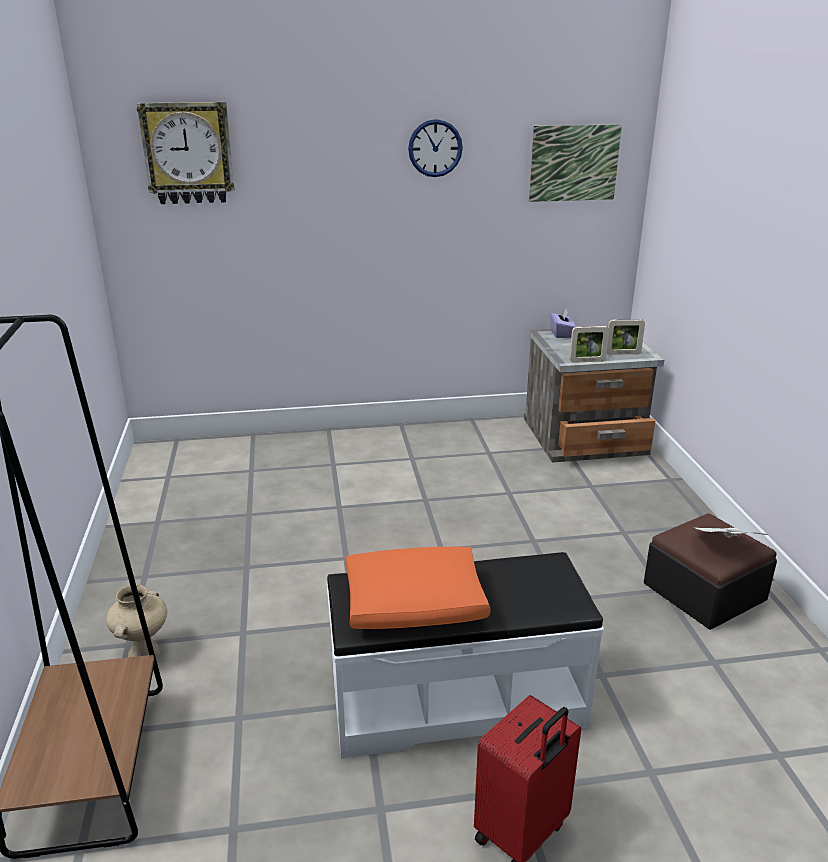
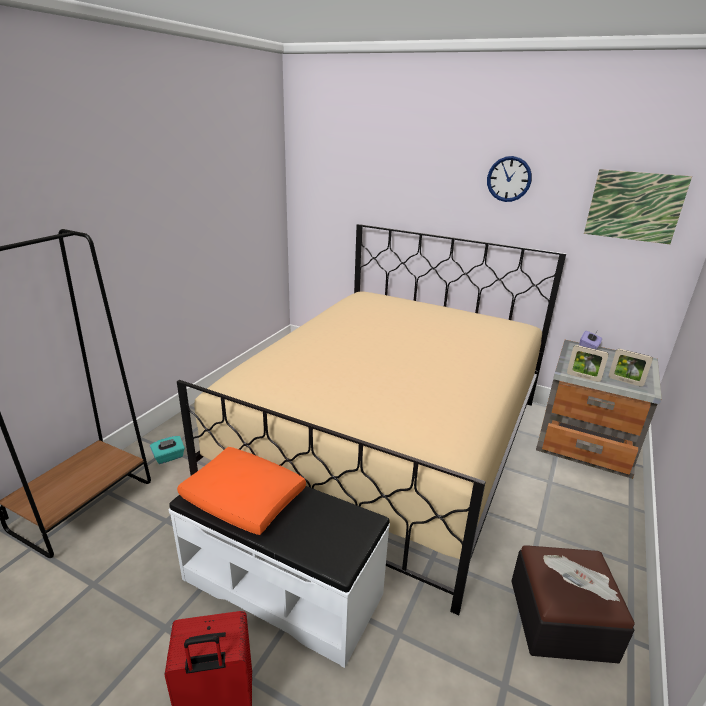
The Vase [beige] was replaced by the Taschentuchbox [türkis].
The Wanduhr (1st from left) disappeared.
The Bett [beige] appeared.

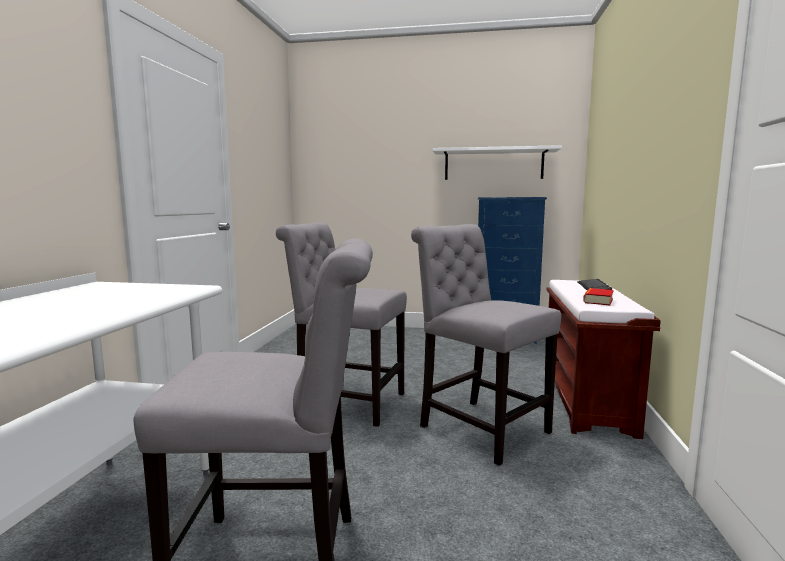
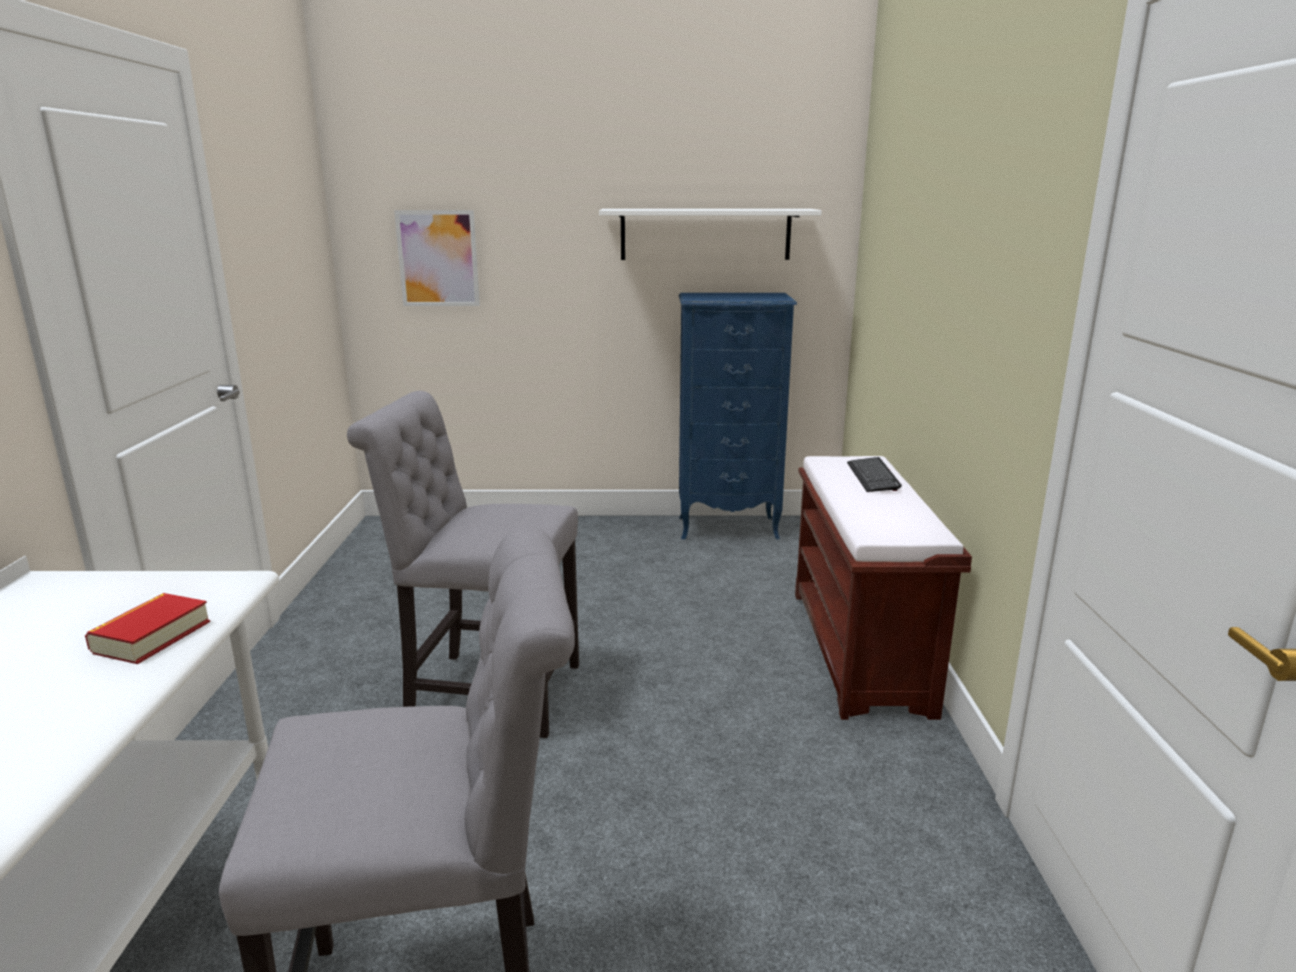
The Stuhl [grau] (3rd from left) disappeared.
The Buch moved.
The Bild appeared.

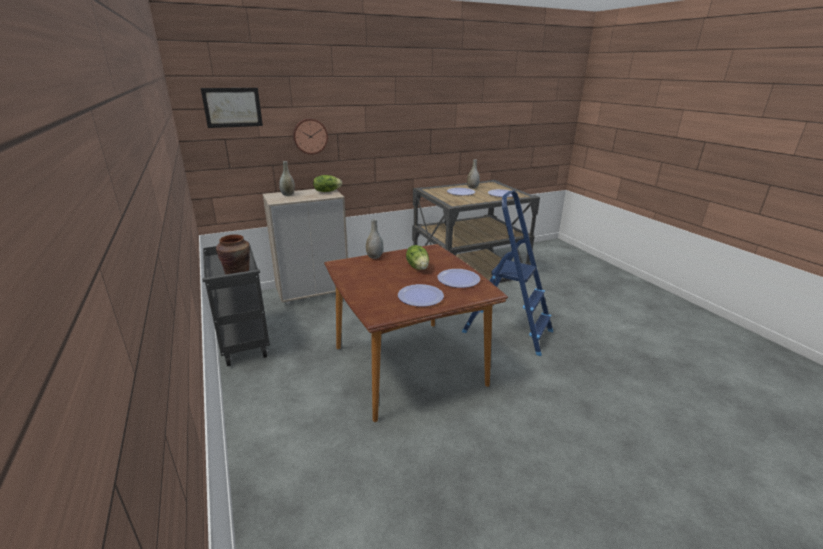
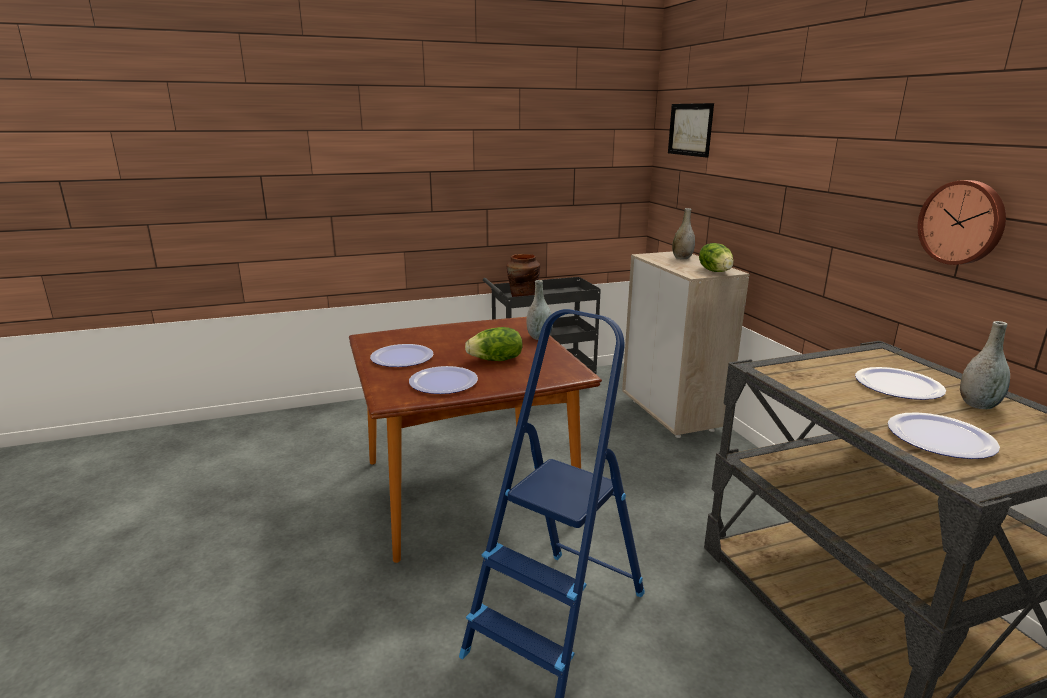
The Wanduhr moved.

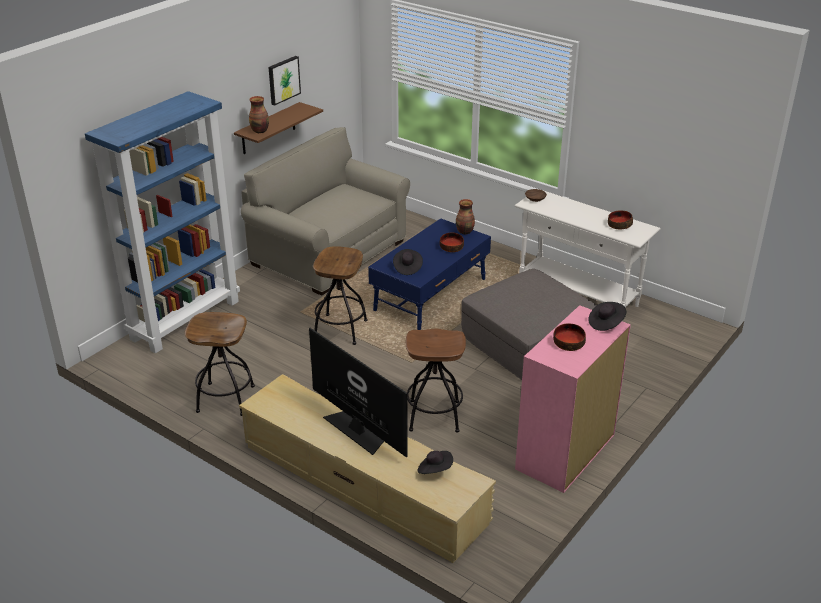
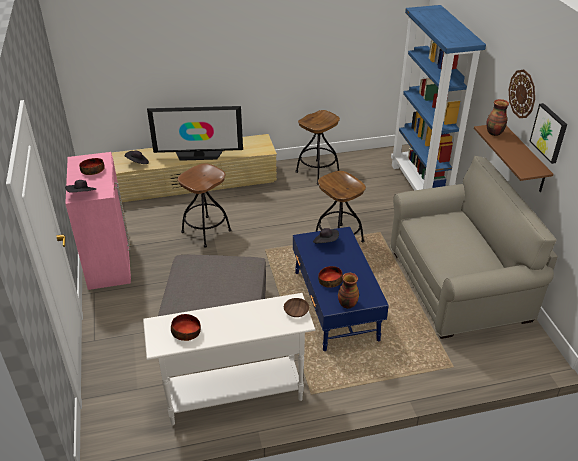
The Wanduhr appeared.

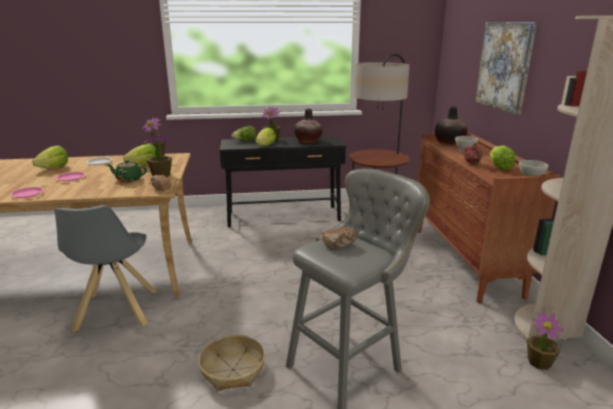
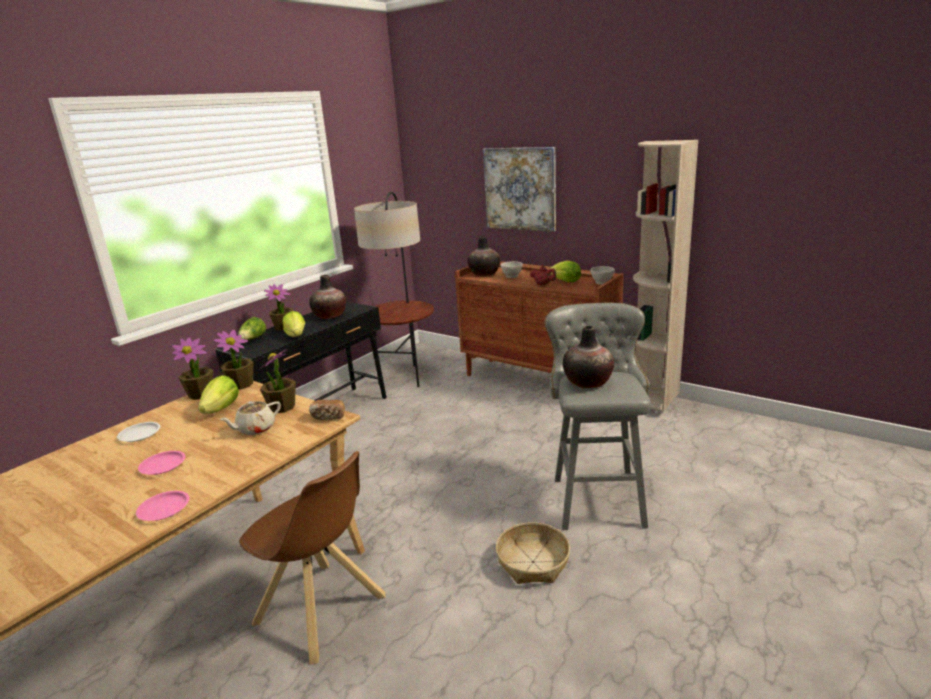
The Salatkopf (1st from left) disappeared.
The Stuhl [grau] became the Stuhl [braun].
The Teekanne [grün] became the Teekanne [beige].
The Brot (2nd from left) was replaced by the Vase (3rd from left).
The Topfpflanze (4th from left in the first image) moved.

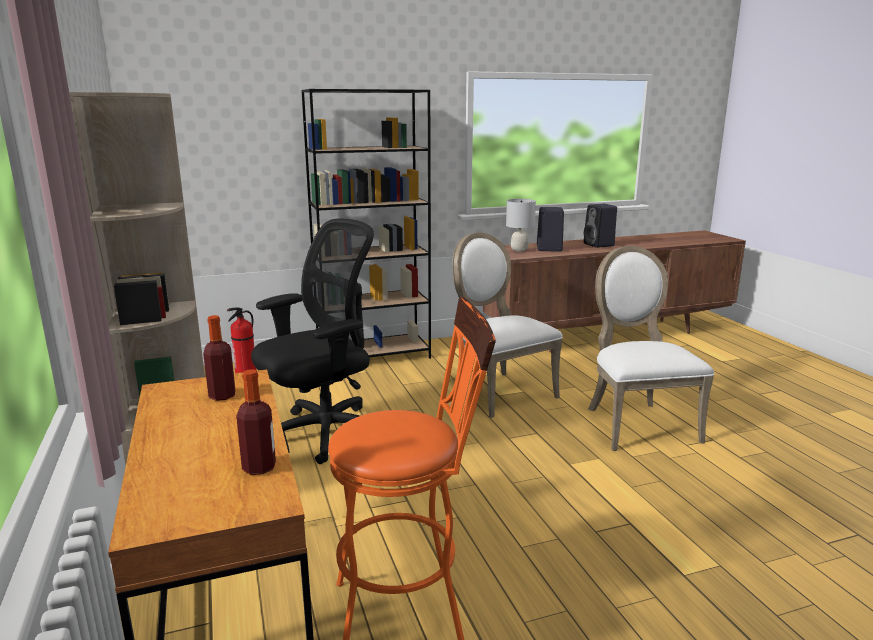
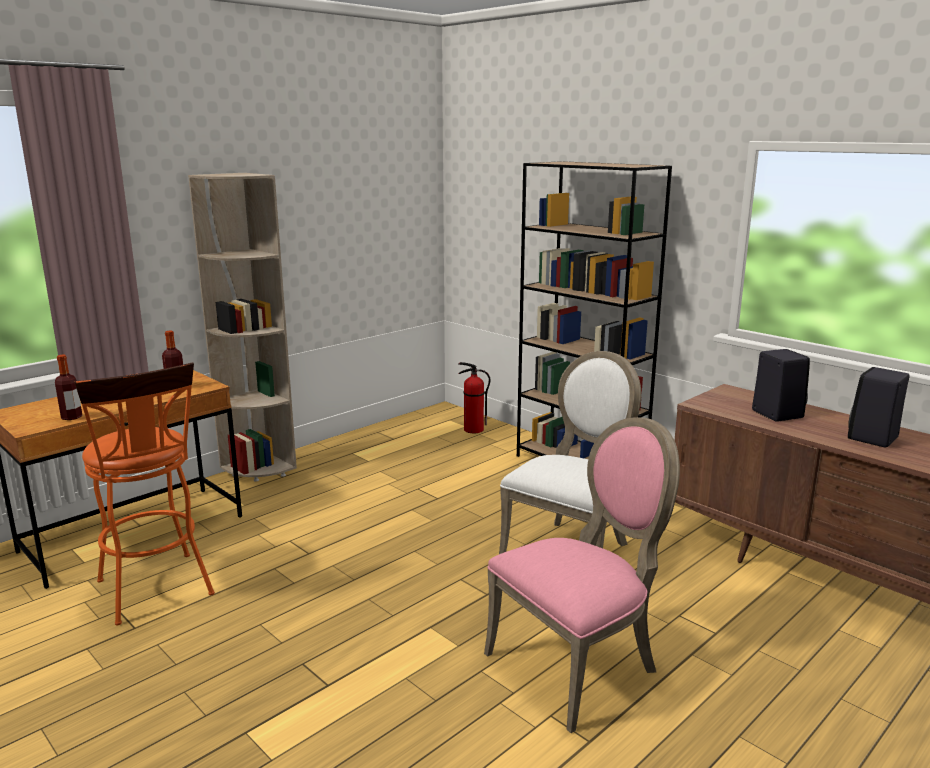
The Bürostuhl [schwarz] disappeared.
The Tischlampe [grau] disappeared.
The Stuhl [weiß] (2nd from left) became the Stuhl [rosa].

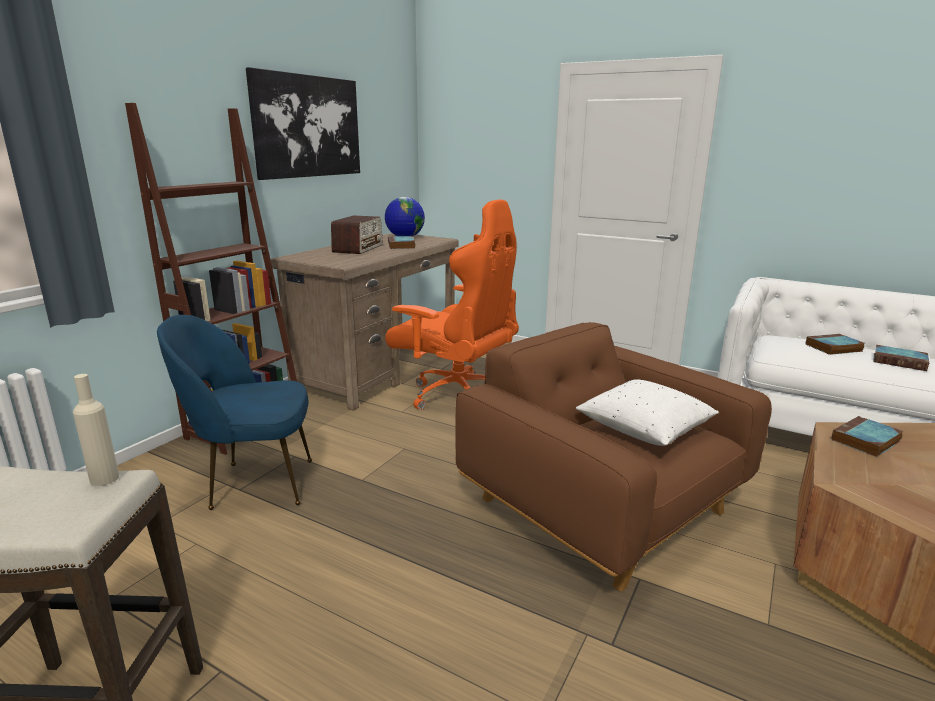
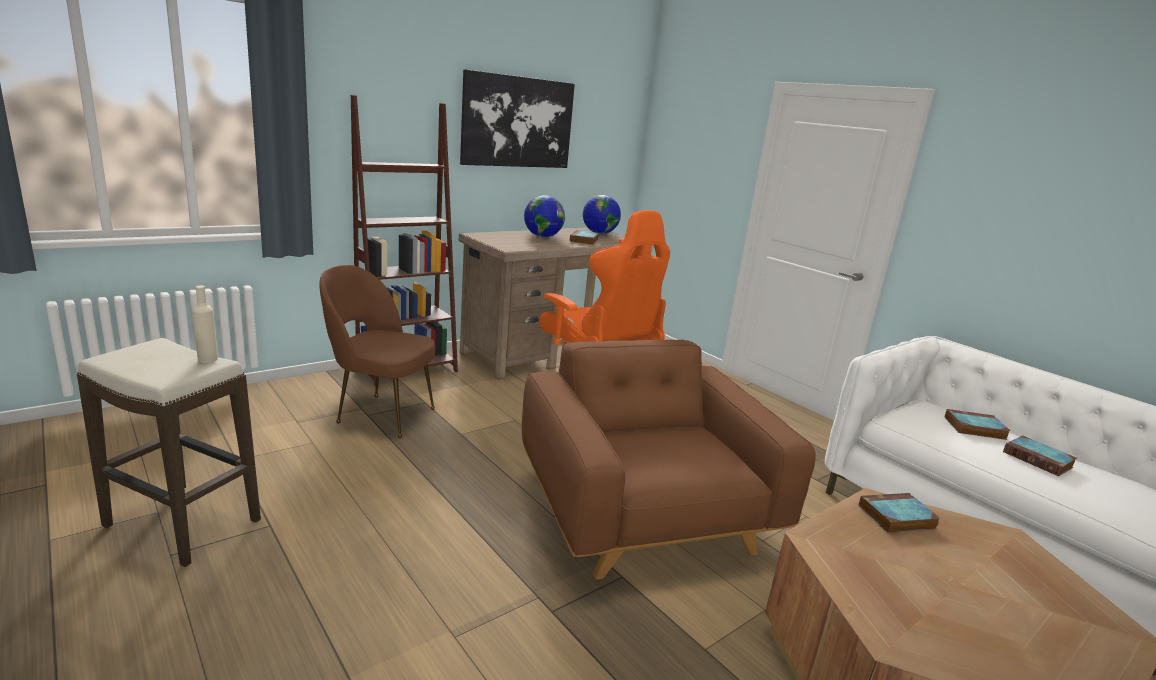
The Stuhl [blau] became the Stuhl [braun].
The Radio was replaced by the Globus (1st from left).
The Kissen [weiß] disappeared.

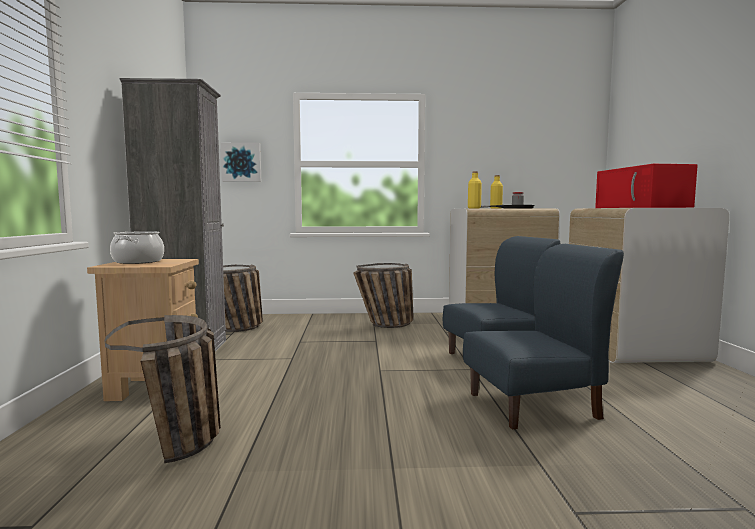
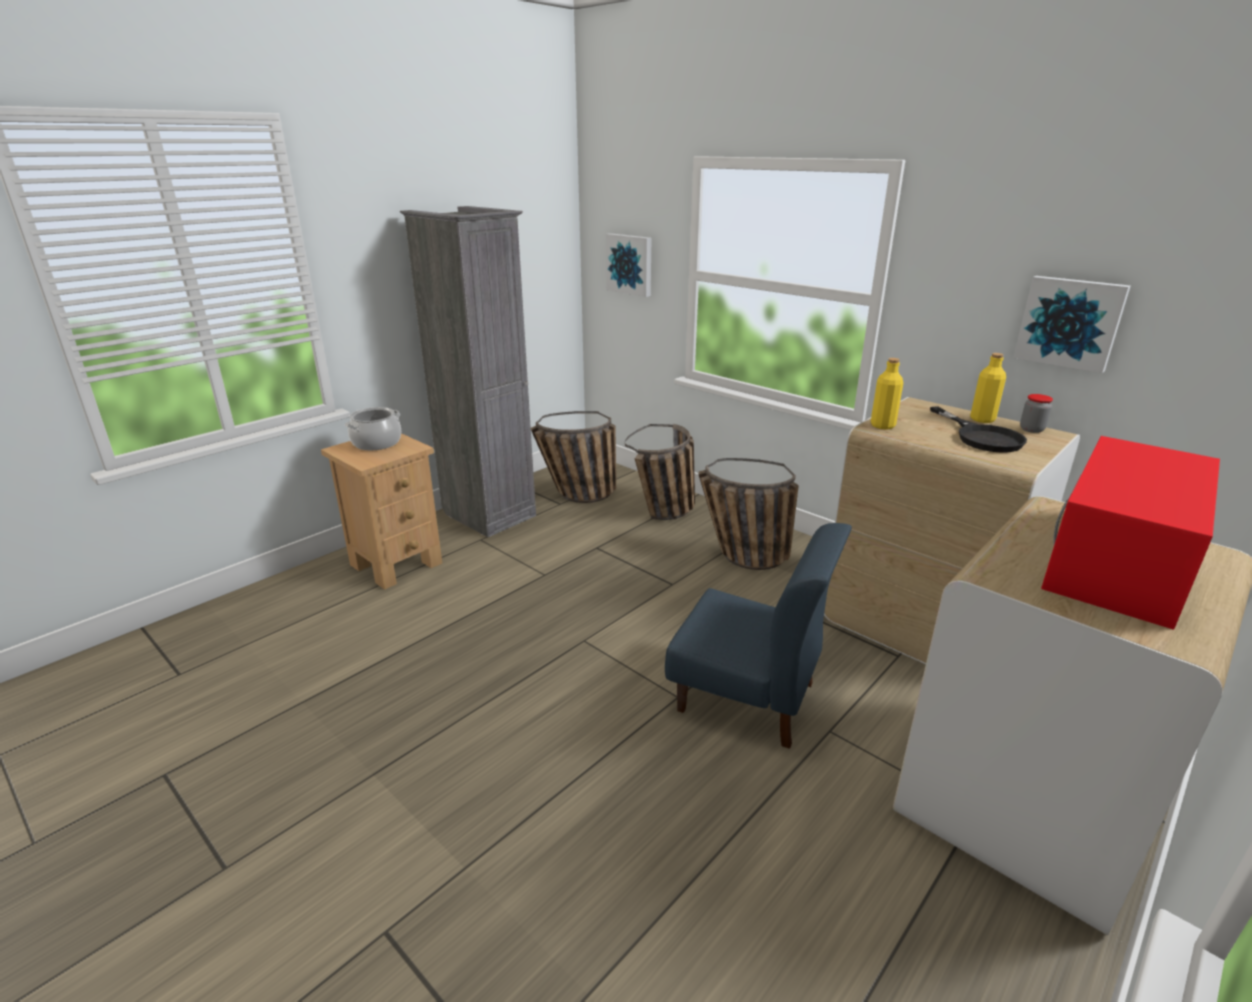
The Korb (1st from left in the first image) moved.
The Stuhl [blau] (2nd from left) disappeared.
The Bild (2nd from left) appeared.

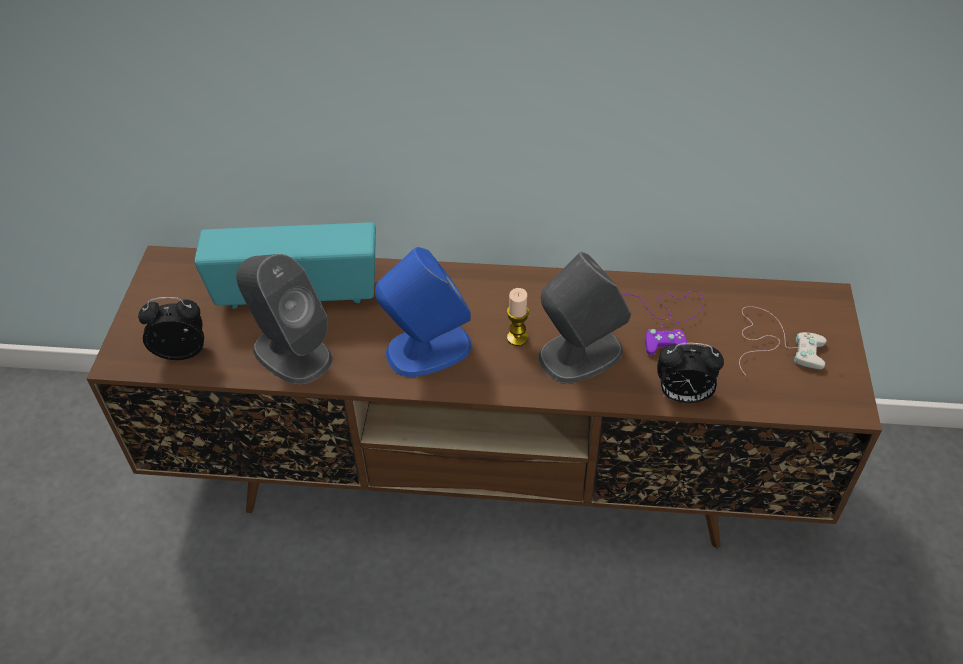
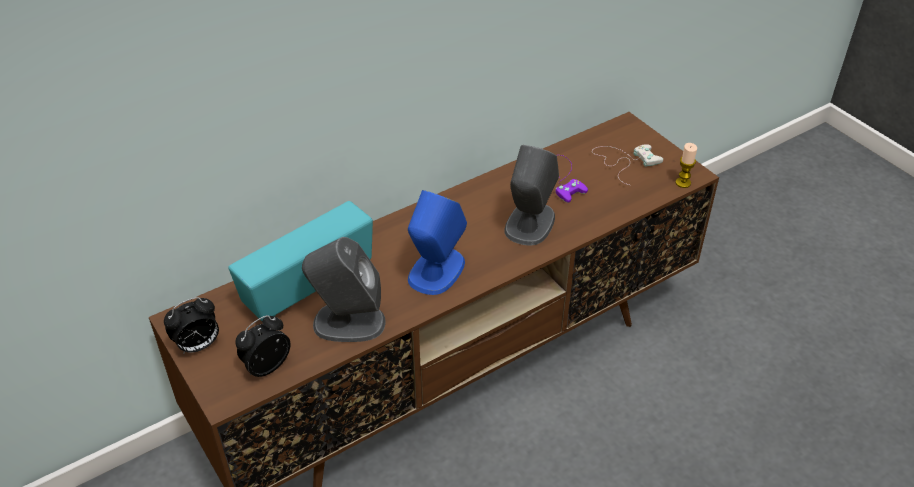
The Kerze moved.
The Wecker (2nd from left in the first image) moved.

